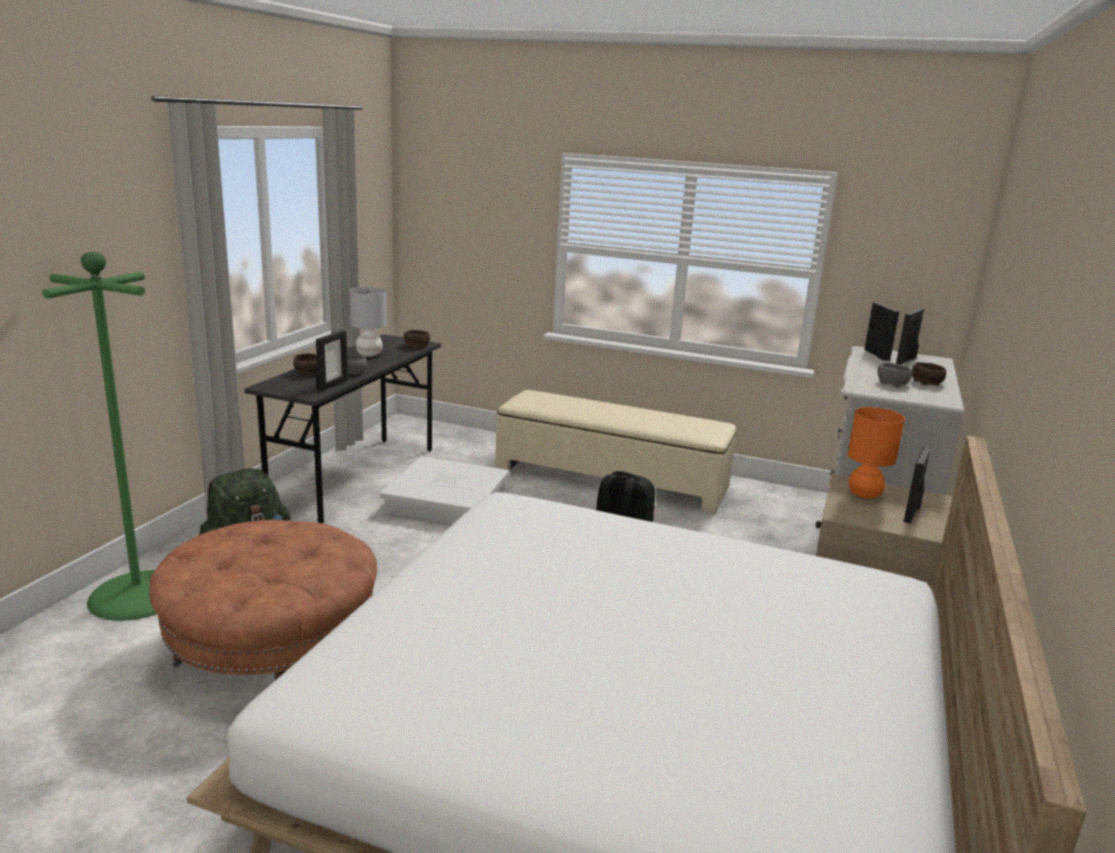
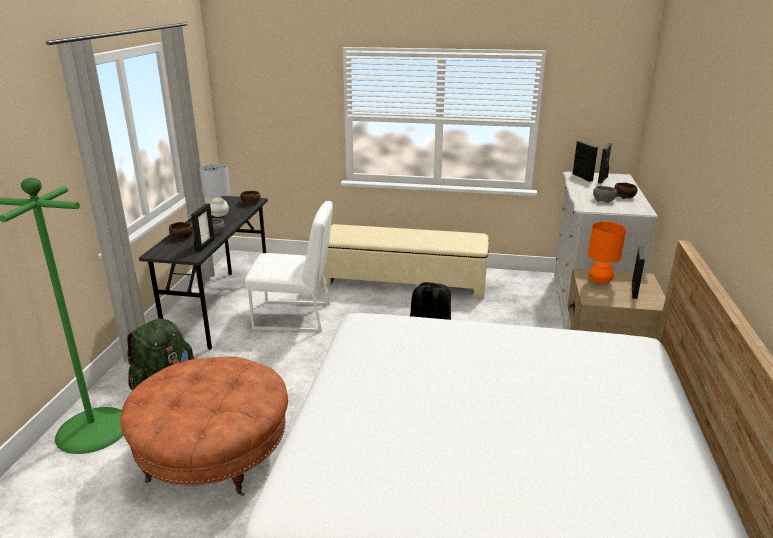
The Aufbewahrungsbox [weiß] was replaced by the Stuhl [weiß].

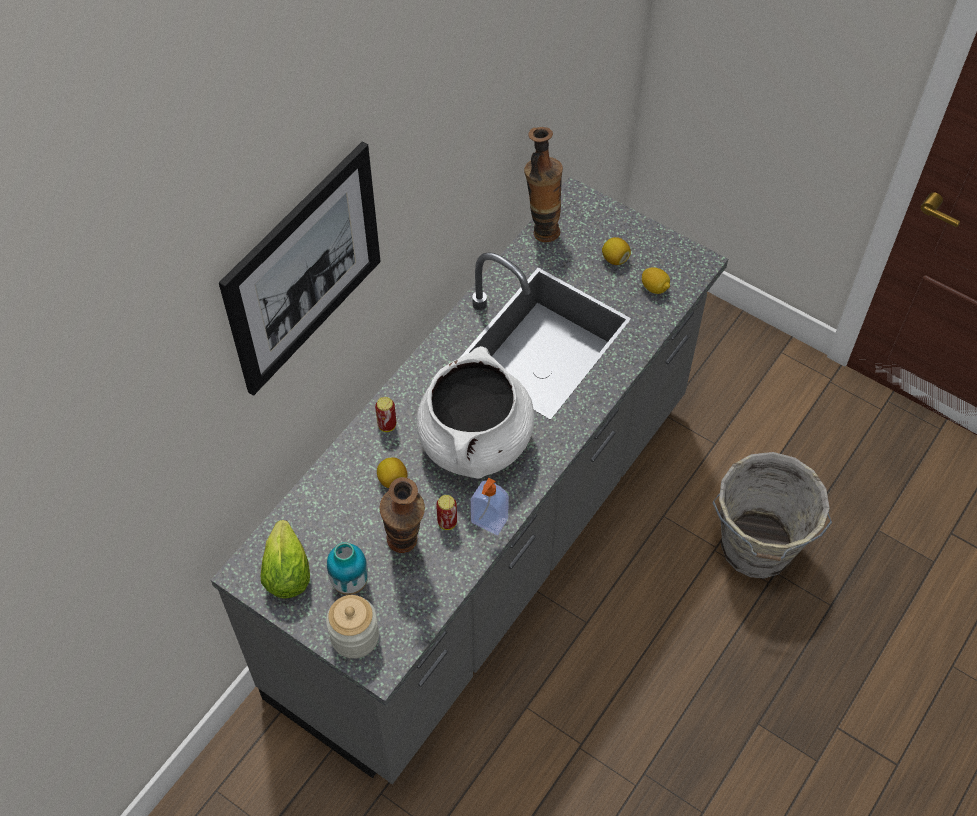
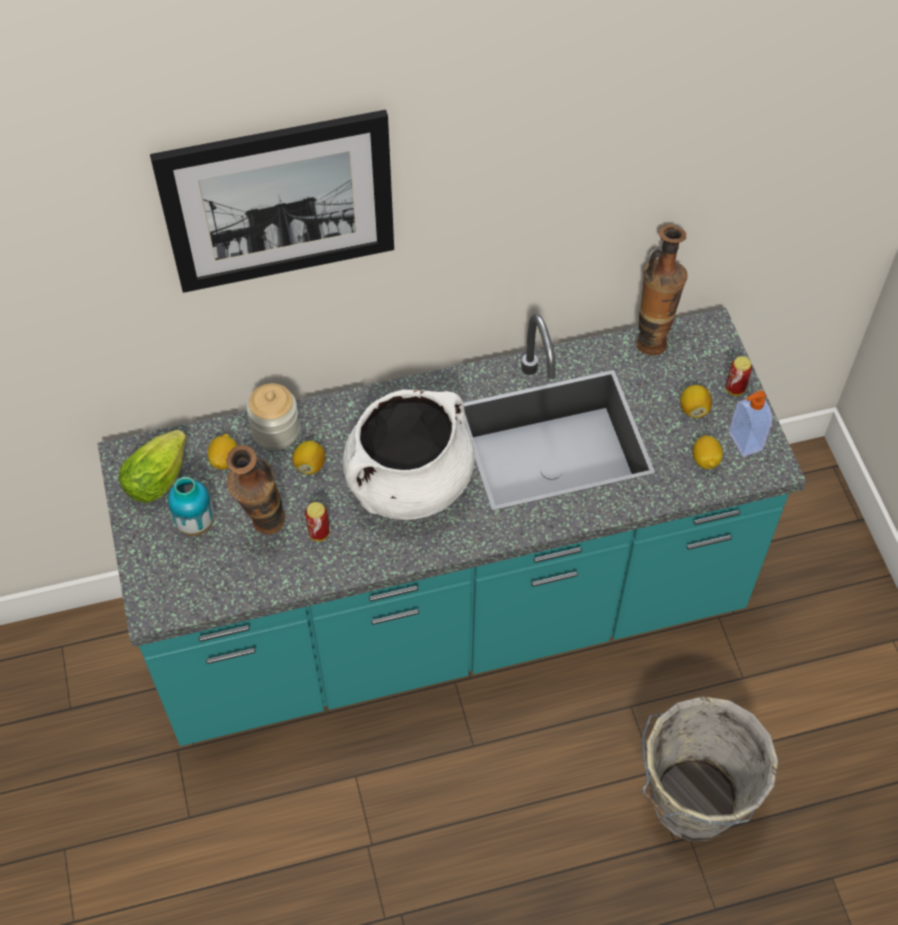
The Küchenzeile [grau] became the Küchenzeile [türkis].
The Vorratsglas moved.
The Dose (1st from left in the first image) moved.
The Seifenspender moved.
The Zitrone (1st from left) appeared.

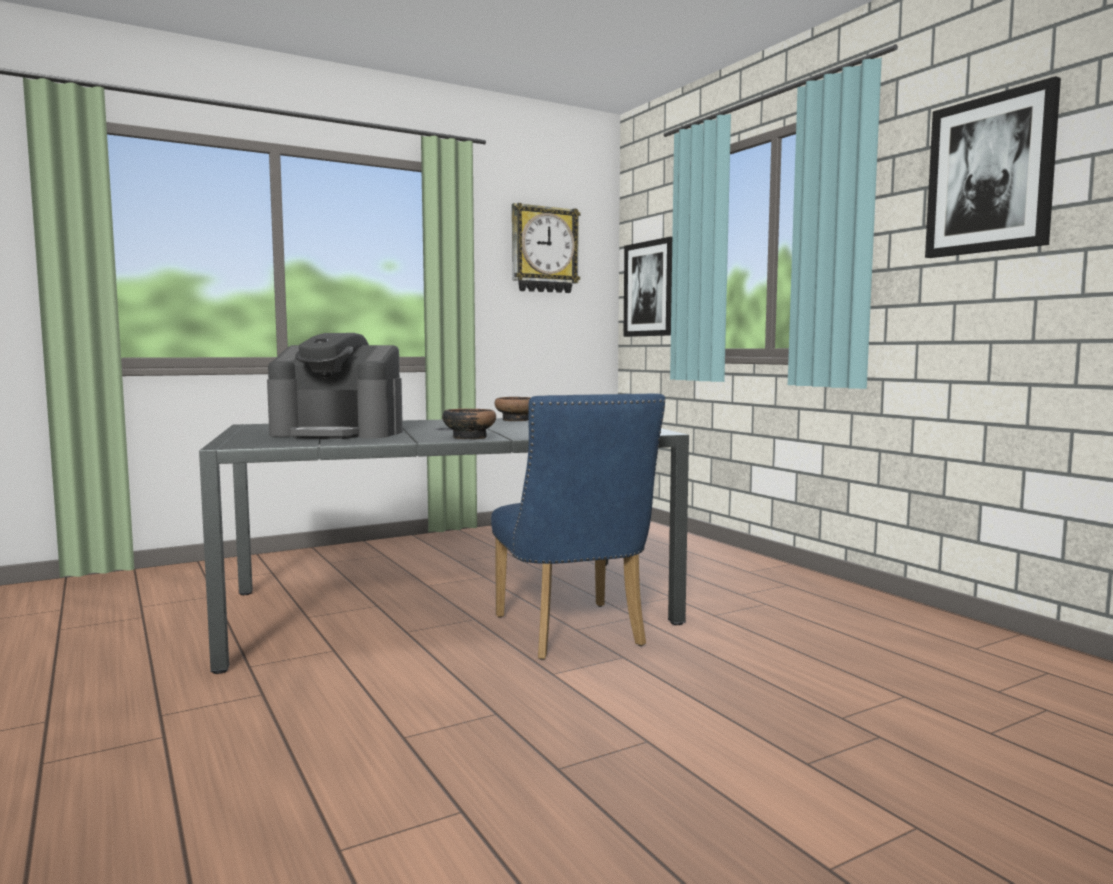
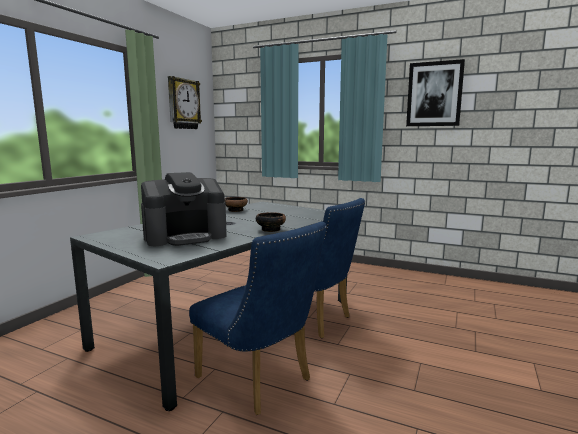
The Bild (1st from left) disappeared.
The Stuhl [blau] (1st from left) appeared.

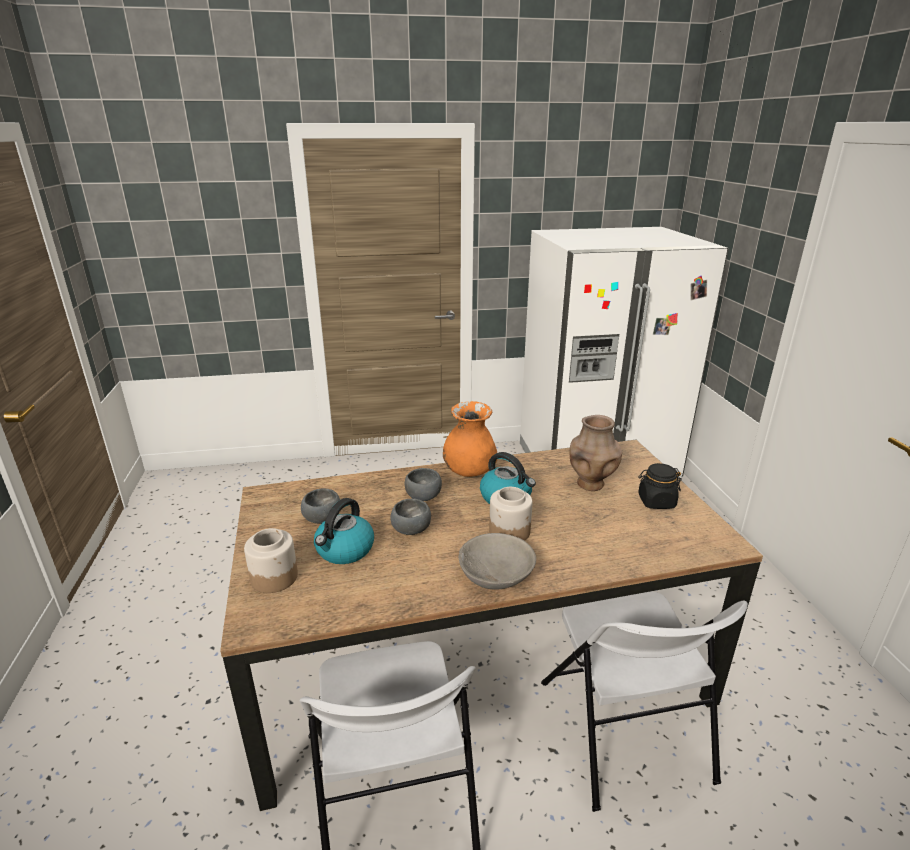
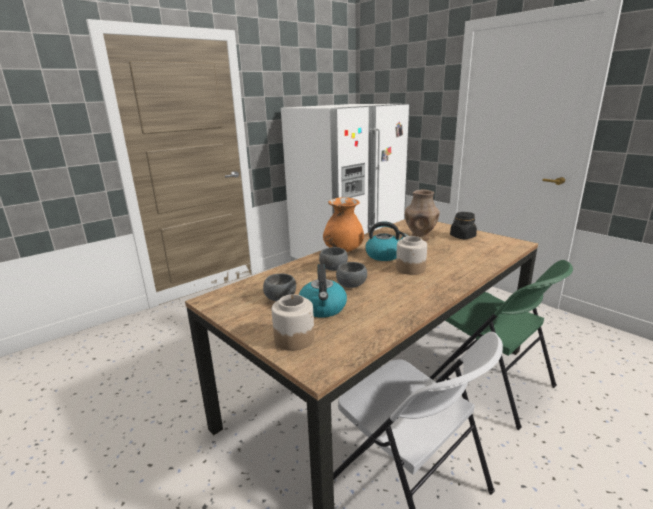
The Schüssel [grau] (4th from left) disappeared.
The Stuhl [weiß] (2nd from left) became the Stuhl [grün].

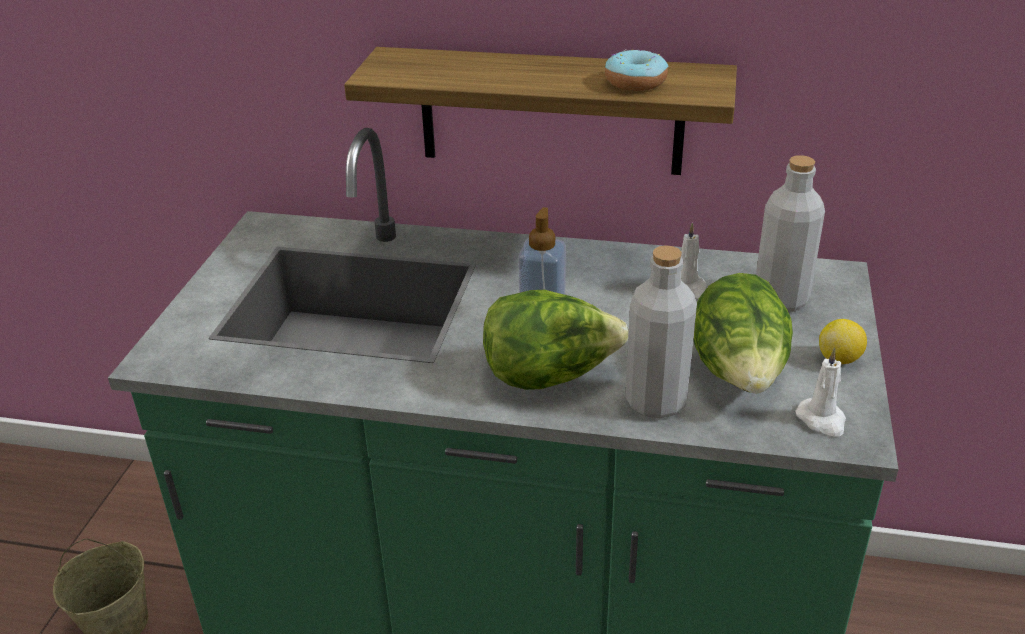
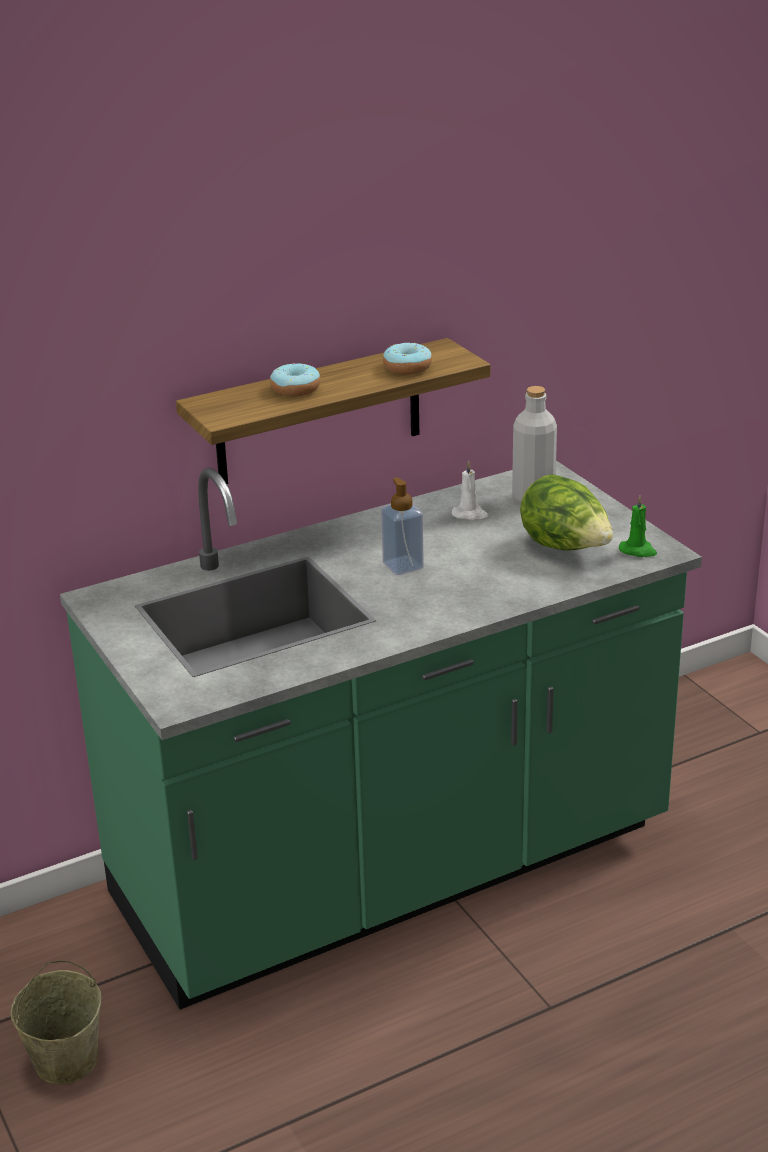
The Salatkopf (1st from left) disappeared.
The Flasche [grau] (1st from left) disappeared.
The Kerze [weiß] (2nd from left) became the Kerze [grün].
The Zitrone disappeared.
The Donut (1st from left) appeared.

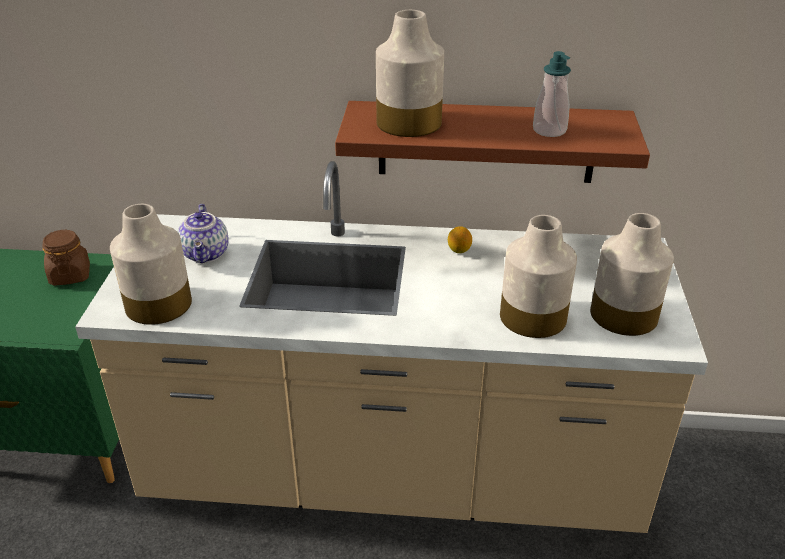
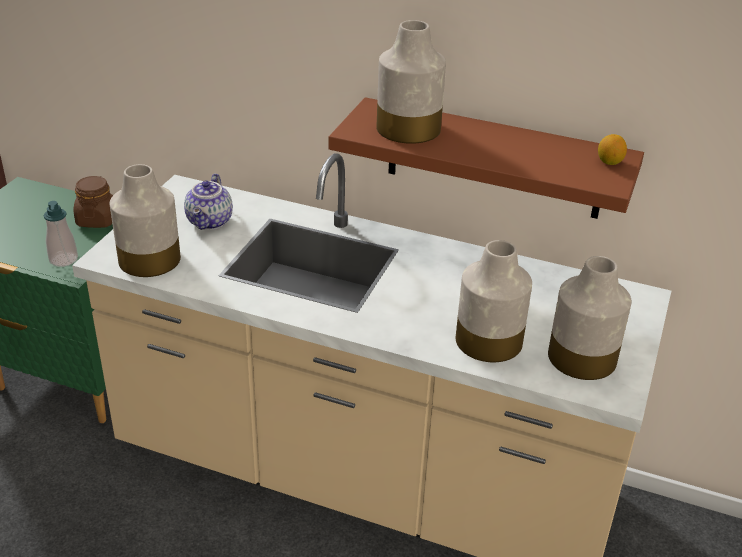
The Zitrone moved.
The Seifenspender moved.

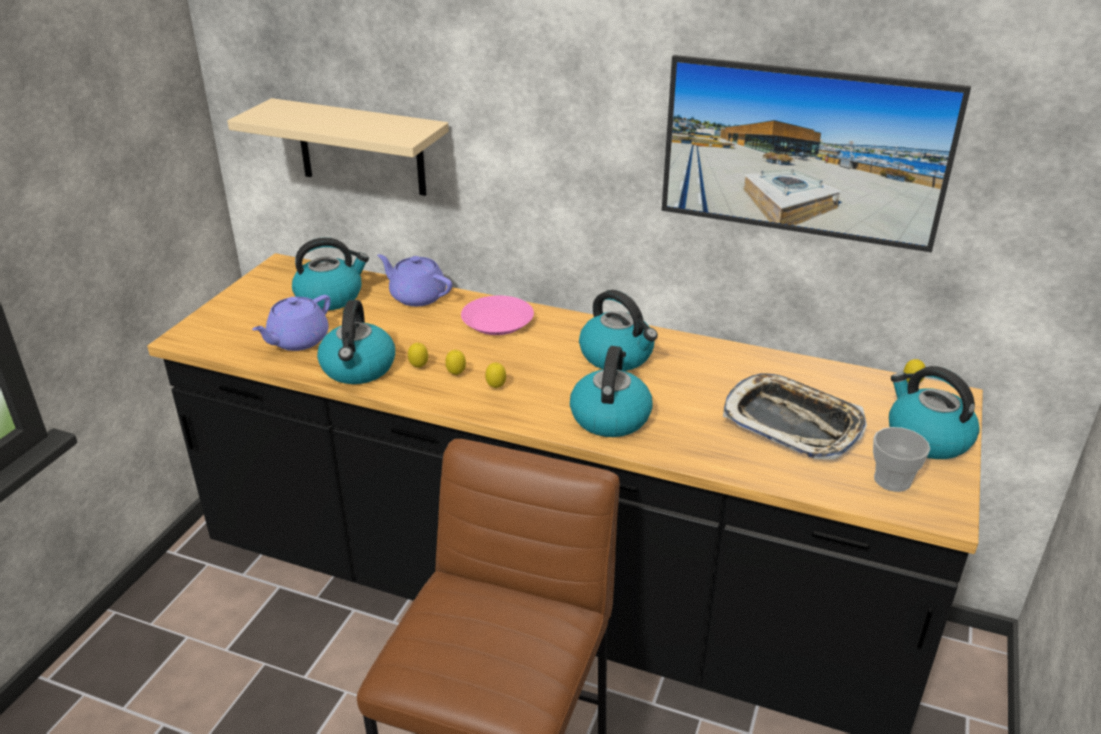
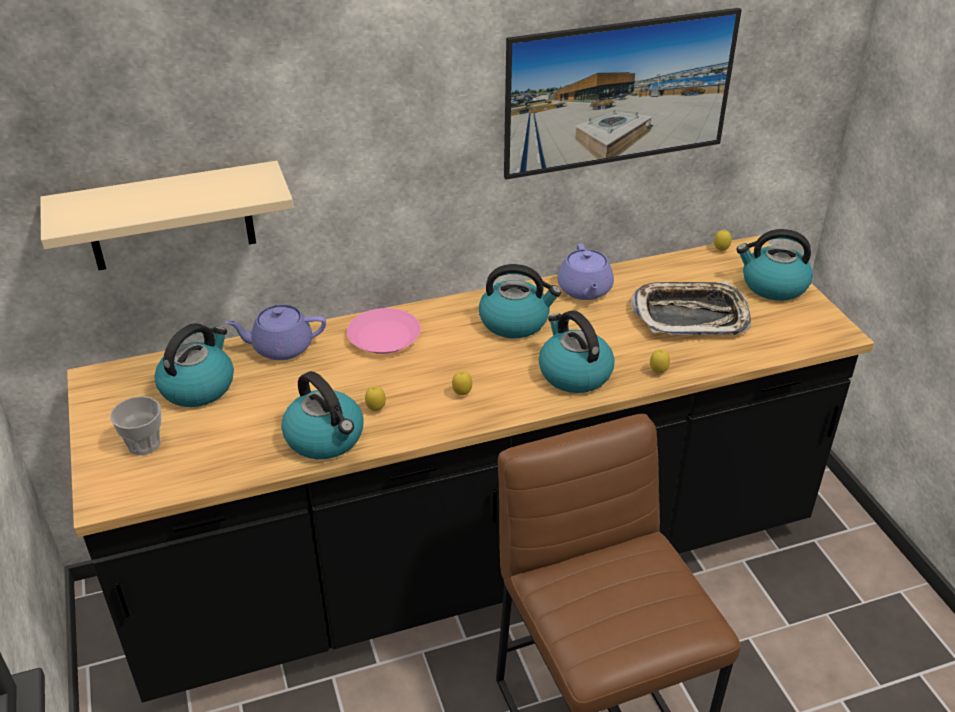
The Teekanne [lila] (1st from left in the first image) moved.
The Zitrone (2nd from left in the first image) moved.
The Tasse moved.

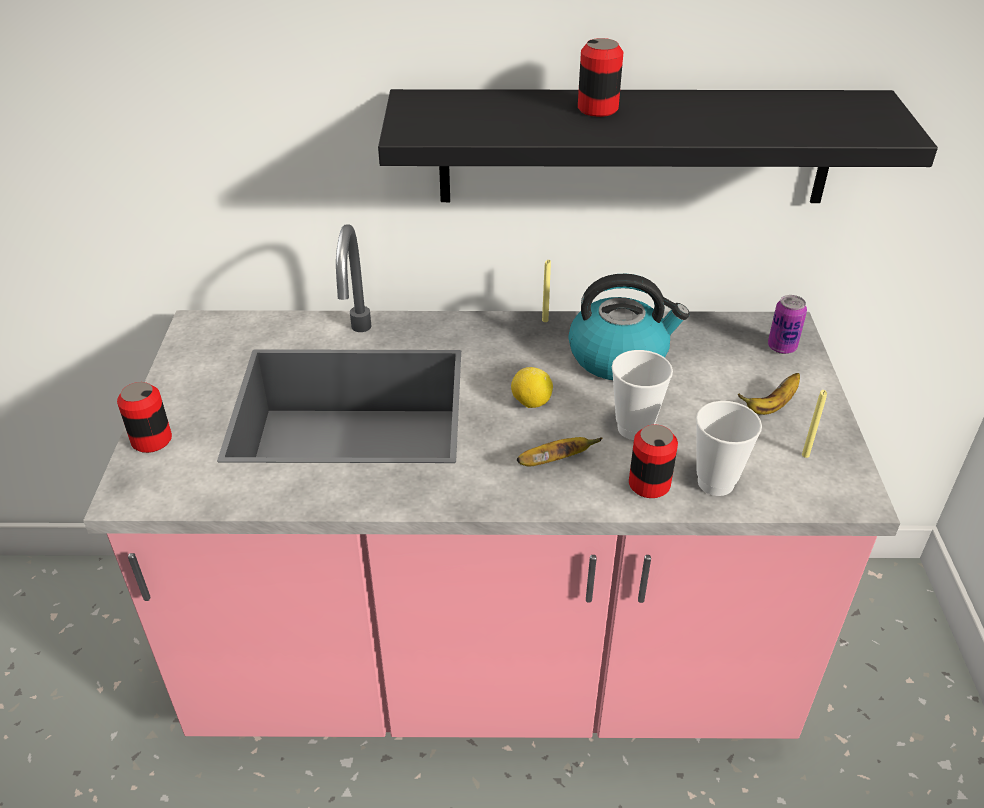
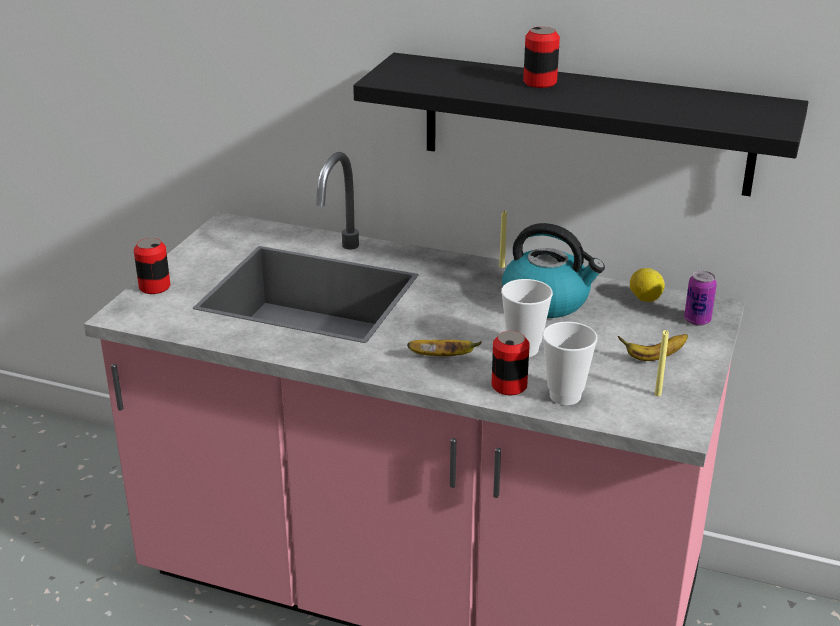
The Zitrone moved.

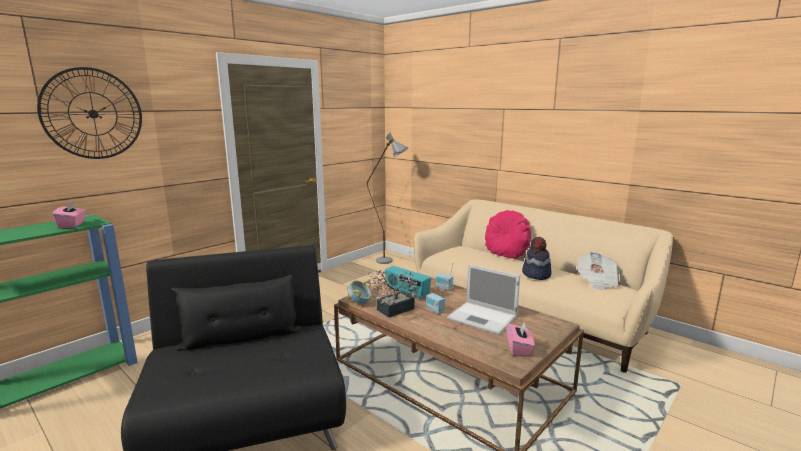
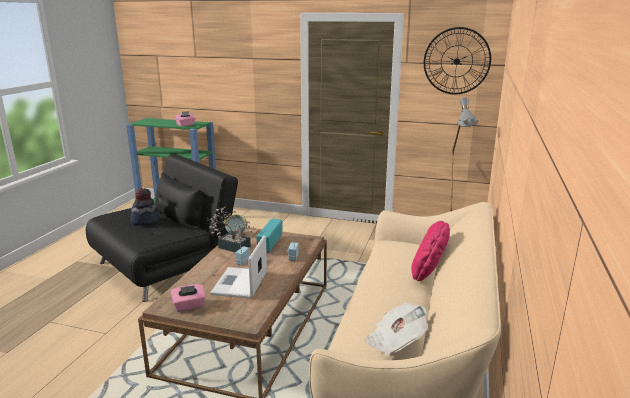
The Wanduhr moved.
The Hut moved.

